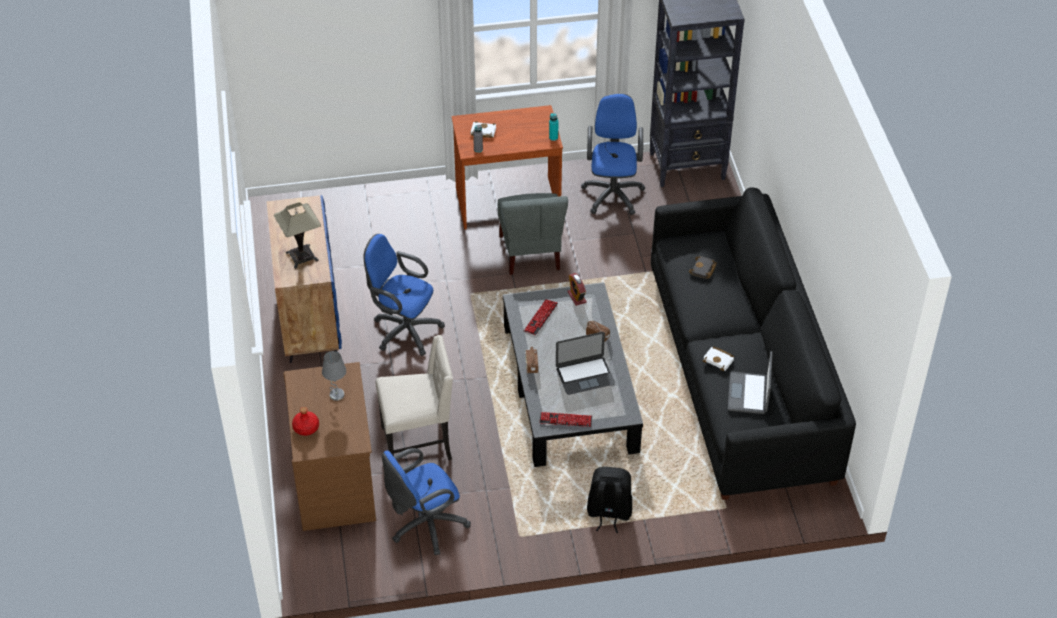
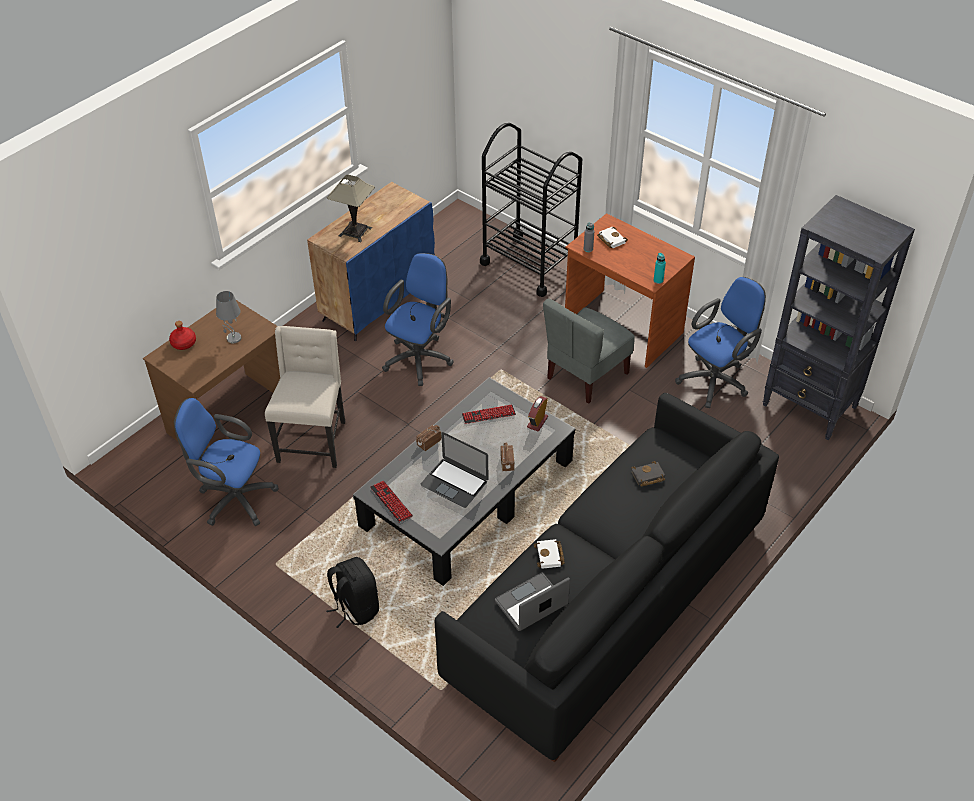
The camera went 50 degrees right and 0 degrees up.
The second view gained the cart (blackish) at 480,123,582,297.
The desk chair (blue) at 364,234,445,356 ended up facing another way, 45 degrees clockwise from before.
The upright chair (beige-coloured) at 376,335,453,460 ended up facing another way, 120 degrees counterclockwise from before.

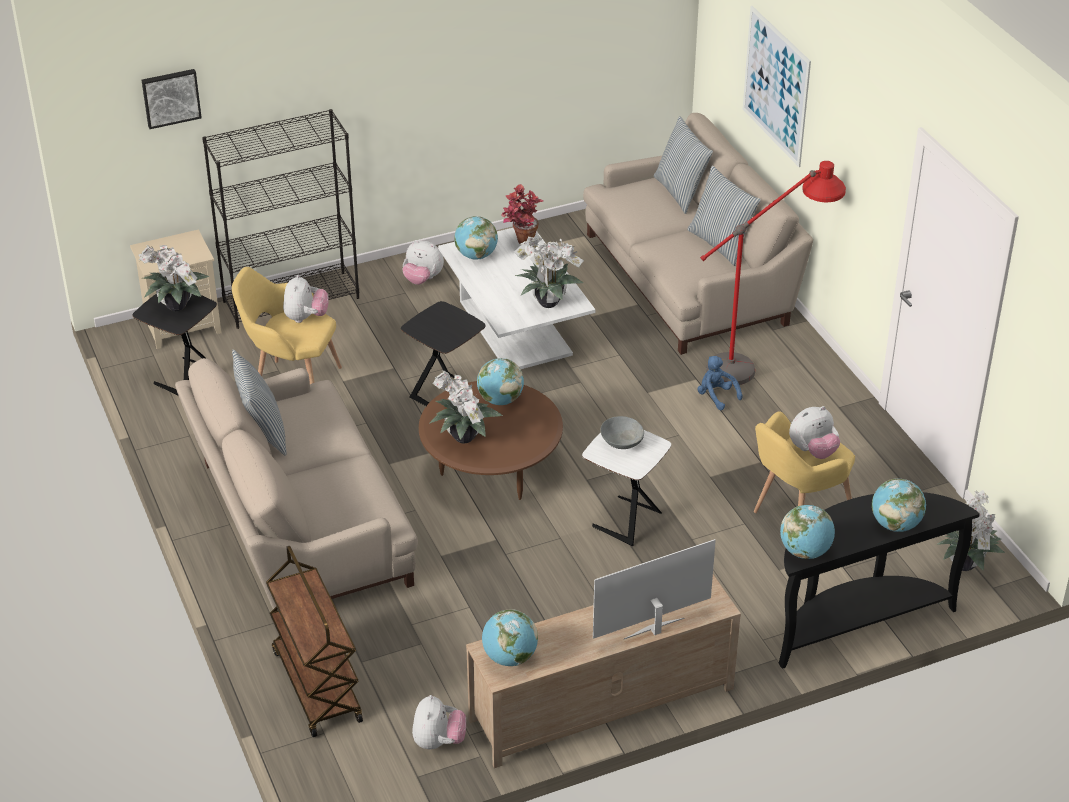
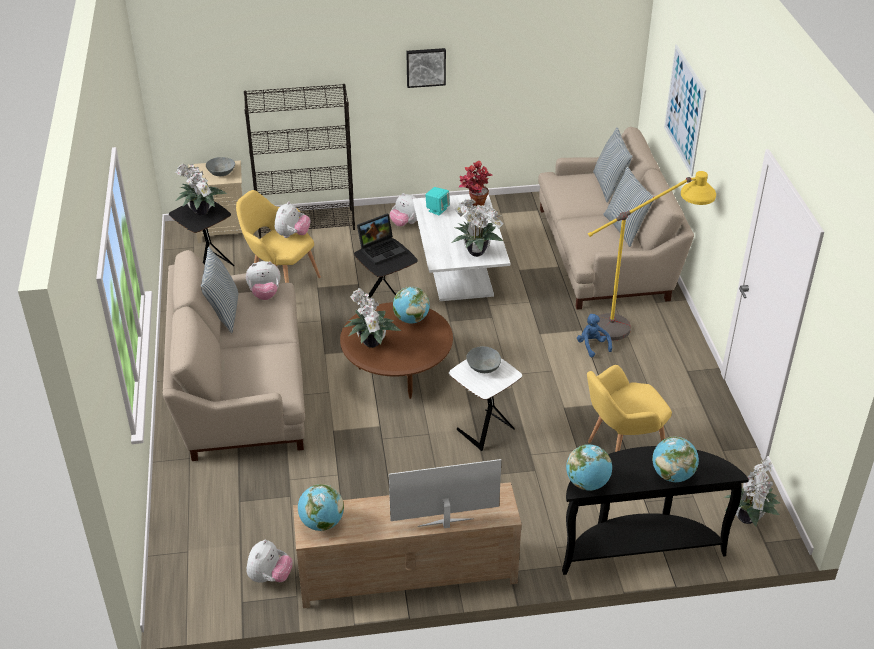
The camera went 15 degrees right and 0 degrees up.
The second view lost the cart (brown) at 266,546,363,737.
The second view gained the serving bowl (gray) at 206,157,235,176.
The second view gained the notebook computer at 357,214,406,265.
The wall art ended up elsewhere, having gone from 142,69,202,129 to 406,48,446,88.
The plush toy ended up elsewhere, having gone from 789,406,840,459 to 246,261,280,300.
Where the desk globe stood at 454,216,498,260, the audio speaker (turquoise) came to stand at 425,187,450,216.
What was the standard lamp (red) at 700,161,846,386 turned into the standard lamp (yellowish) at 588,171,716,340.

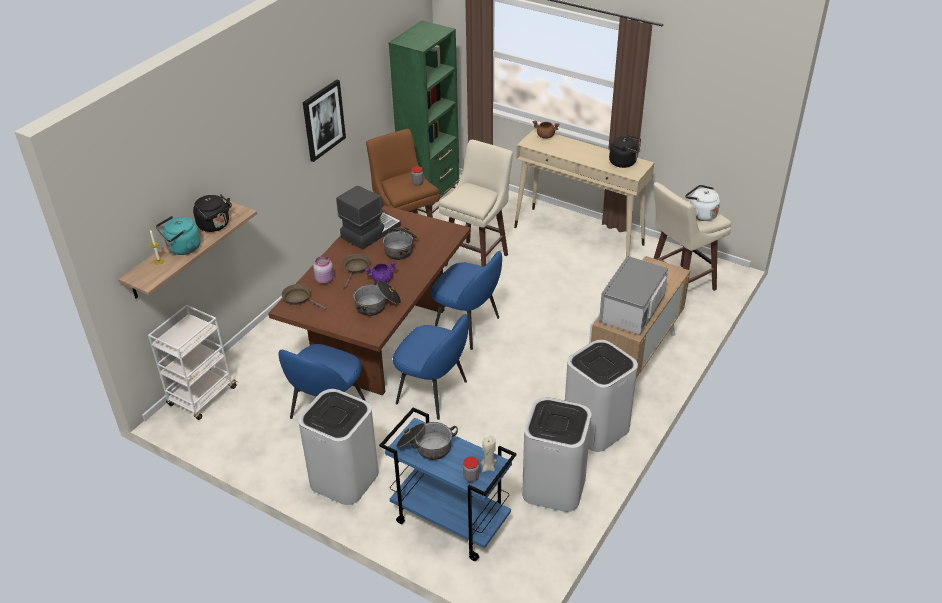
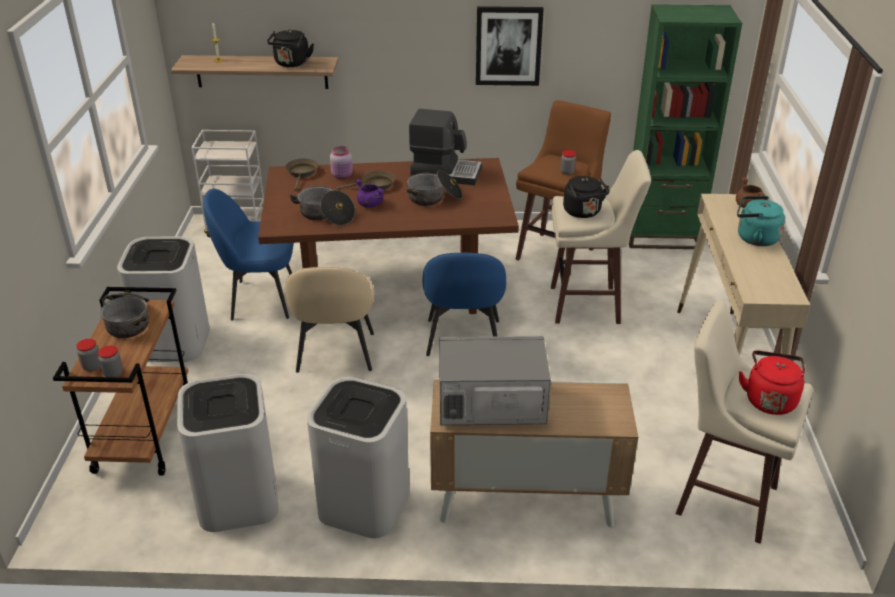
The camera went 60 degrees right and 5 degrees down.
The water kettle (turquoise) ended up elsewhere, having gone from 156,216,200,255 to 737,196,785,246.
The water kettle (blackish) ended up elsewhere, having gone from 609,134,641,168 to 563,176,610,218.
Where the wax candle (beige-coloured) stood at 481,435,497,473, the jar came to stand at 98,345,123,377.
What was the cart (blue) at 379,407,517,561 turned into the cart (brown) at 53,287,188,476.
What was the upright chair (blue) at 393,314,468,420 turned into the upright chair (beige-coloured) at 285,267,374,373.
What was the water kettle (whitish) at 685,185,720,221 turned into the water kettle (red) at 739,350,805,415.

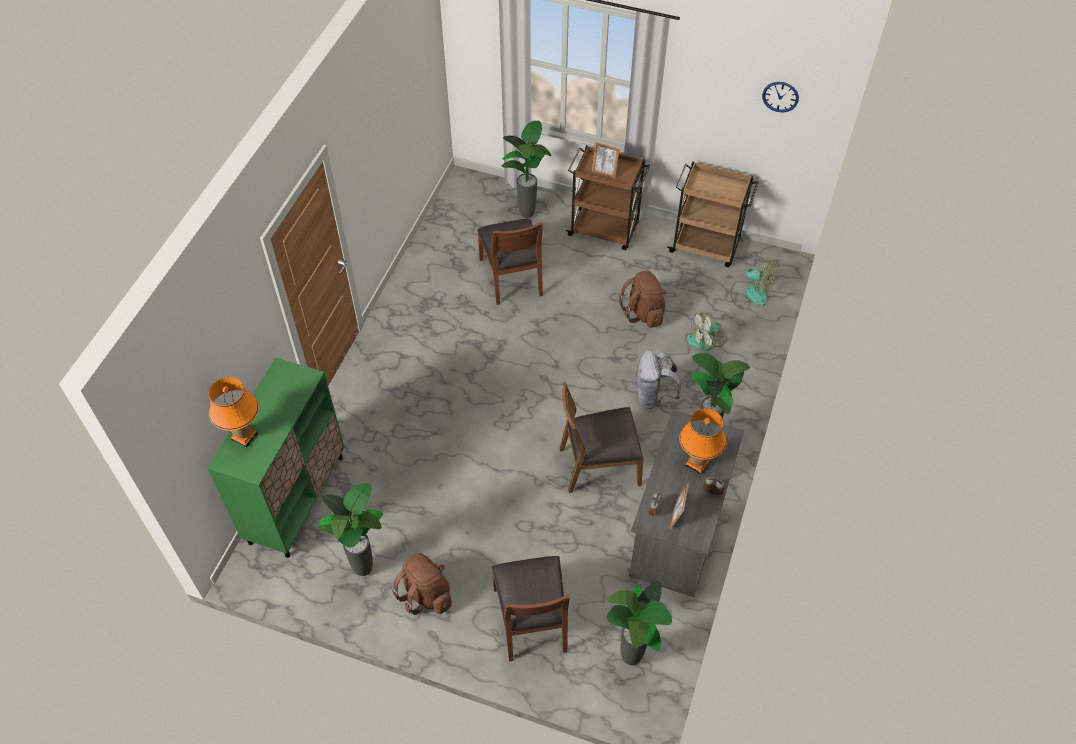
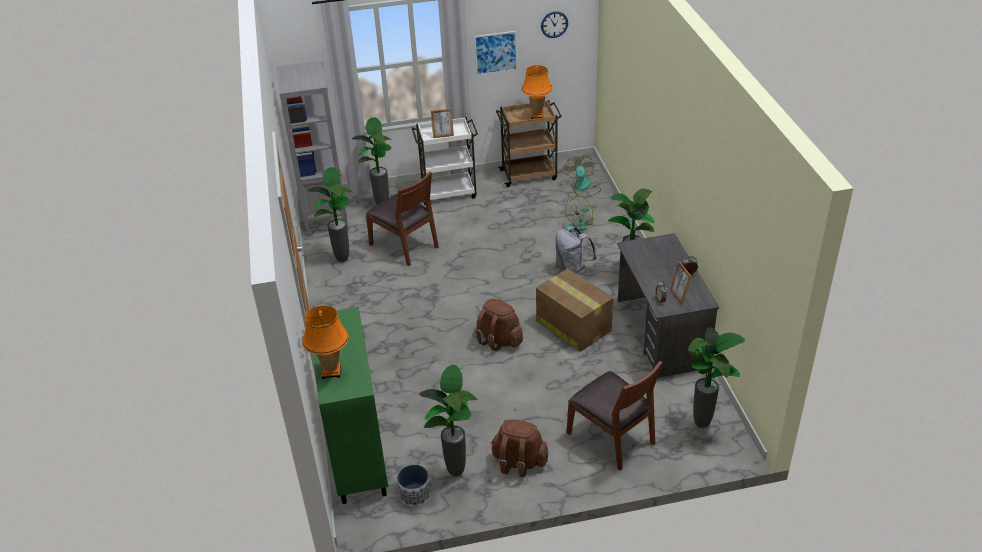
The camera went 30 degrees left and 15 degrees down.
The second view gained the bookshelf (gray) at 277,61,348,236.
The second view gained the plant in a pot at 307,167,353,262.
The second view gained the plant pot at 397,465,431,507.
The second view gained the wall art at 474,31,517,76.
The rucksack (brown) ended up elsewhere, having gone from 619,271,667,328 to 475,298,523,351.
The table lamp (orange-coloured) ended up elsewhere, having gone from 679,409,727,475 to 522,65,552,119.
Where the upright chair (brown) stood at 560,382,644,493, the packing box came to stand at 536,268,613,352.
What was the cart (brown) at 566,145,650,250 turned into the cart (whitish) at 412,117,478,206.
The cooling fan at 731,258,774,307 ended up facing another way, 90 degrees counterclockwise from before.

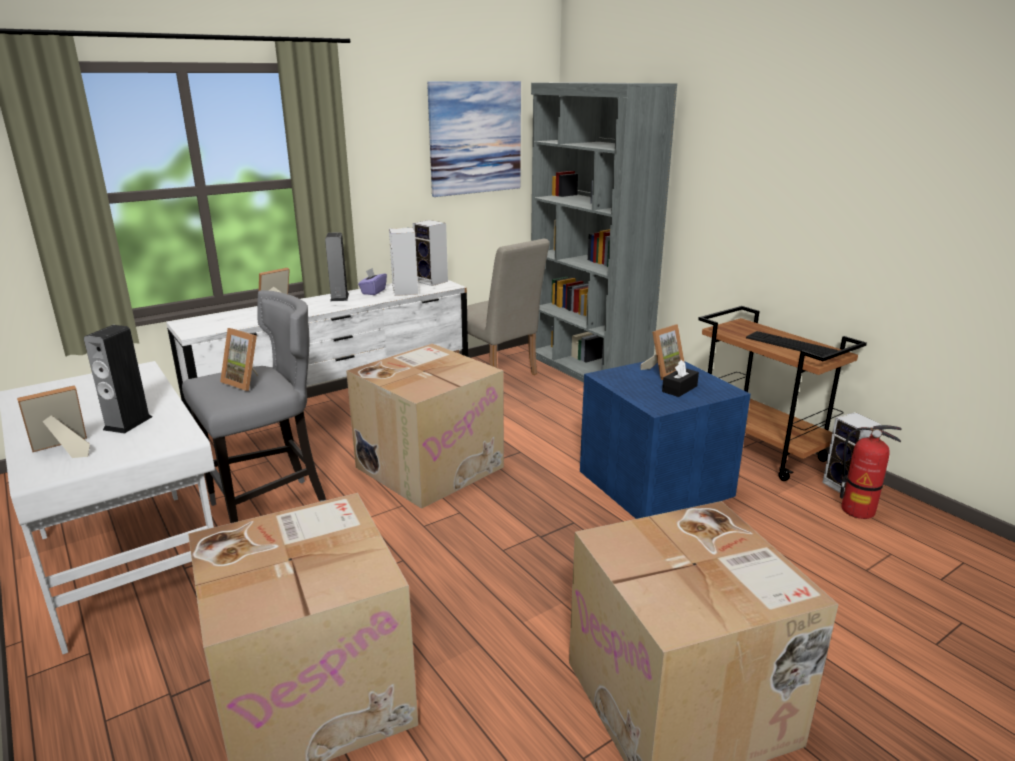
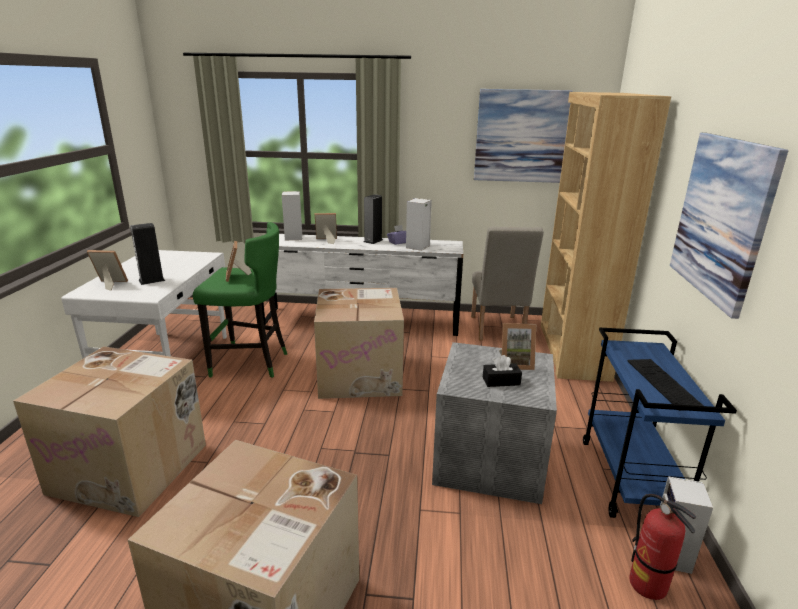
The camera went 40 degrees right and 0 degrees up.
The second view gained the wall art at 670,133,788,319.
The audio speaker ended up elsewhere, having gone from 413,220,448,286 to 282,191,302,240.
What was the stool seat (gray) at 182,290,326,523 turned into the stool seat (green) at 193,222,287,378.
What was the bookshelf (gray) at 531,82,677,383 turned into the bookshelf (brown) at 541,92,671,382.
What was the storage bin (blue) at 580,361,751,519 turned into the storage bin (gray) at 432,342,557,504.
What was the cart (brown) at 698,306,867,481 turned into the cart (blue) at 583,328,737,518.

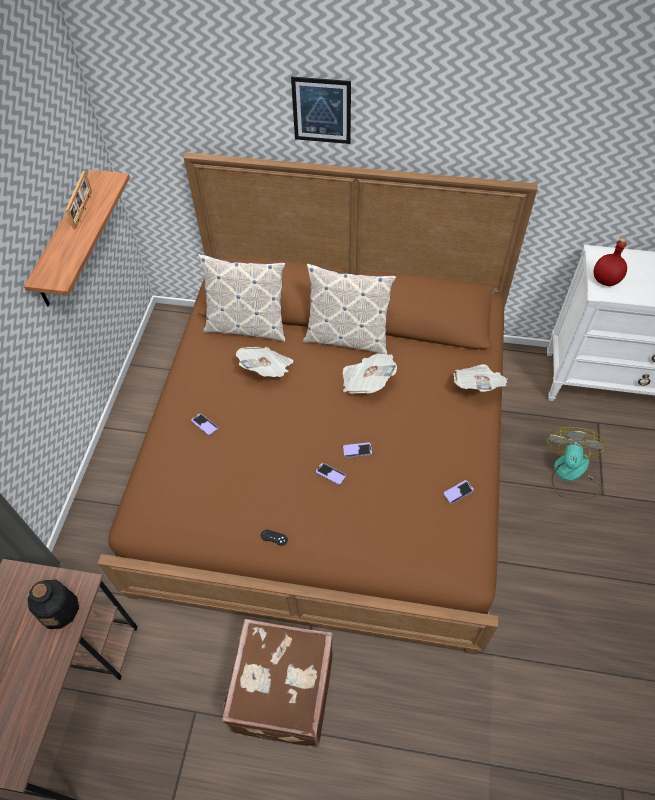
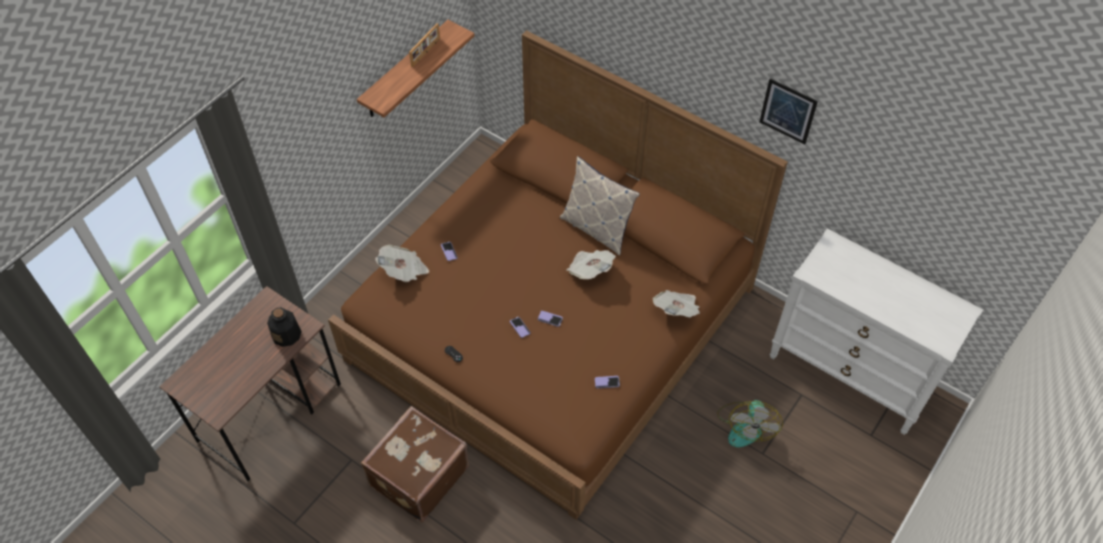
The camera went 25 degrees right and 0 degrees up.
The second view lost the pillow at 198,254,286,342.
The second view lost the drink bottle (red) at 594,238,627,286.
The printed paper ended up elsewhere, having gone from 236,347,294,377 to 375,245,429,282.
The wall art ended up elsewhere, having gone from 291,76,351,144 to 760,79,818,145.
The cooling fan at 546,427,606,500 ended up facing another way, 150 degrees clockwise from before.

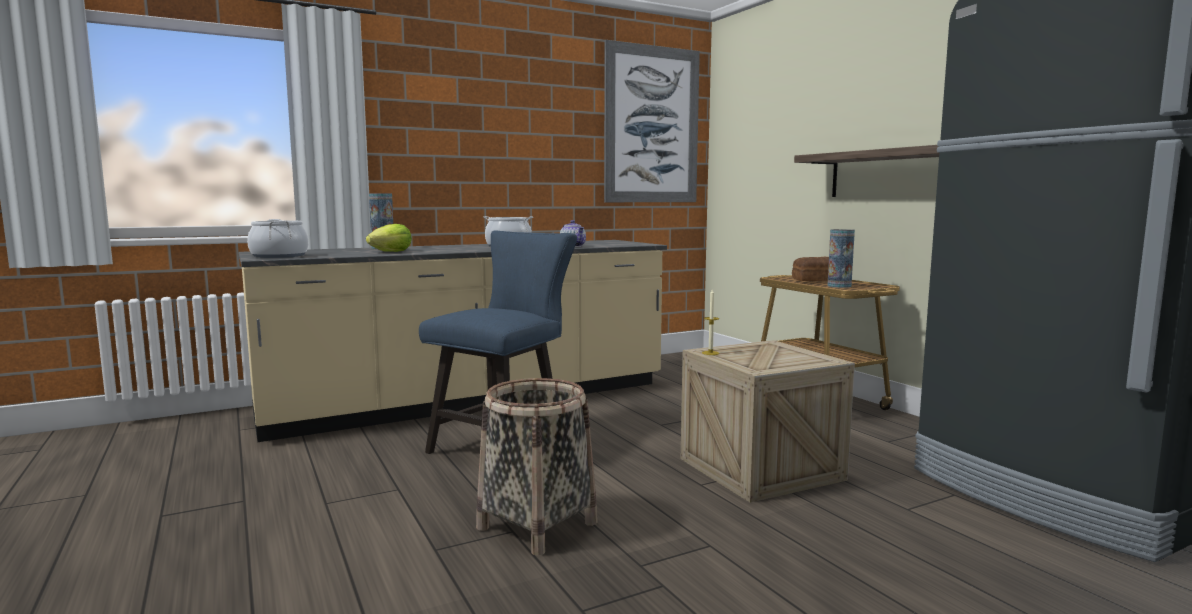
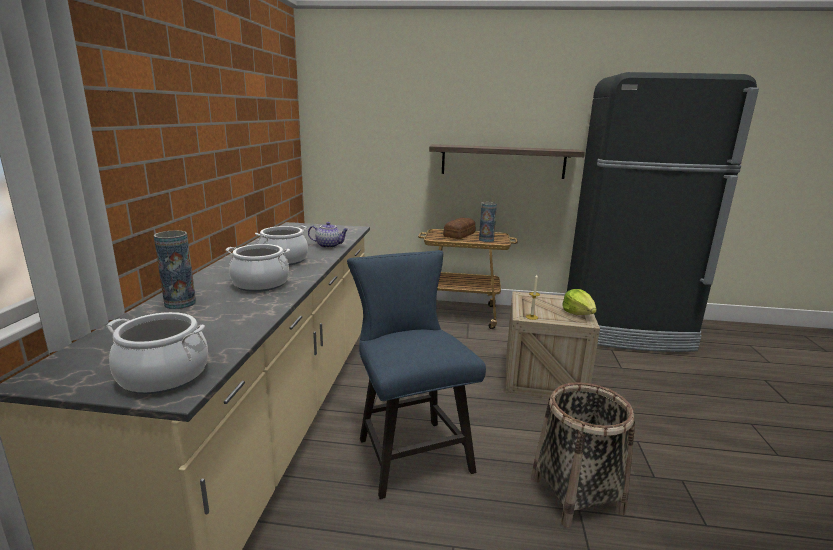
The camera went 55 degrees left and 10 degrees up.
The second view lost the wall art at 604,40,700,202.
The second view gained the cooking pot at 226,244,290,292.
The head of lettuce ended up elsewhere, having gone from 366,224,412,252 to 563,289,597,315.

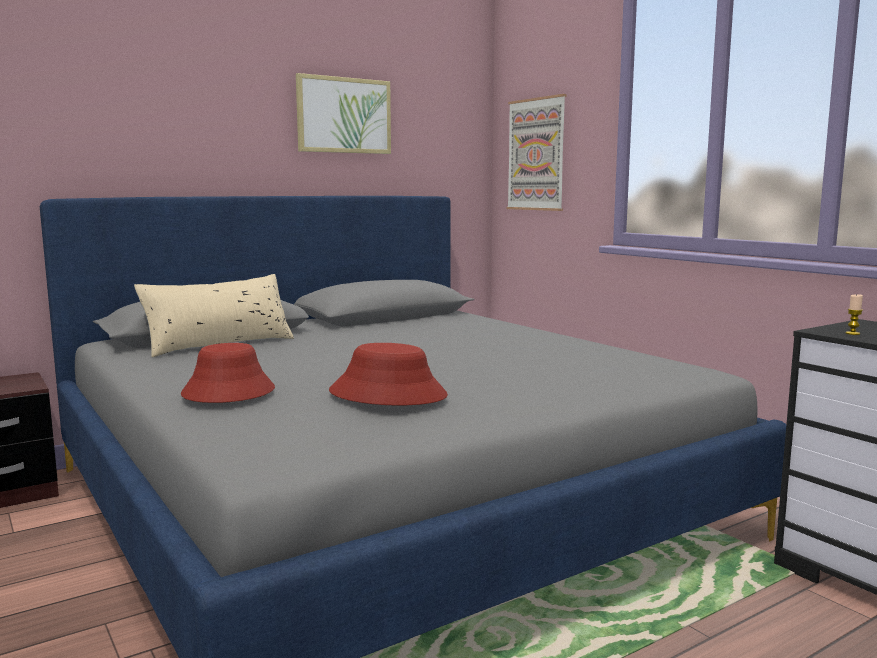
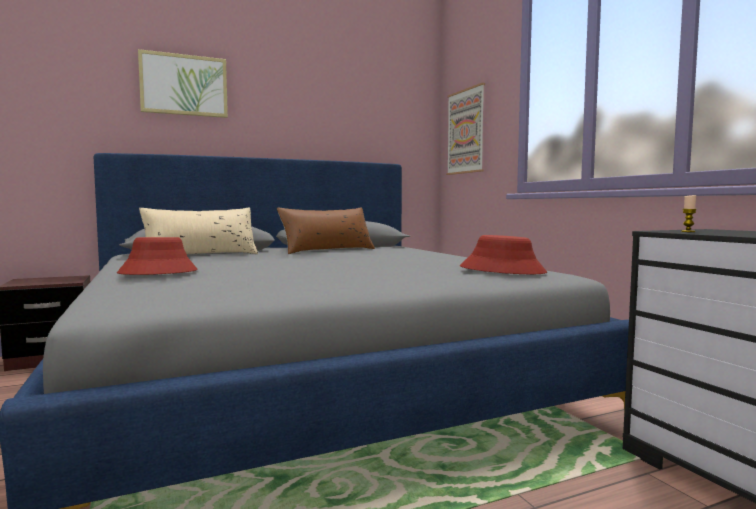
The camera went 10 degrees right and 5 degrees down.
The second view gained the pillow (brown) at 277,207,375,254.
The wall art ended up elsewhere, having gone from 296,73,391,154 to 138,49,228,118.
The hat (red) ended up elsewhere, having gone from 329,343,448,406 to 460,235,547,274.

